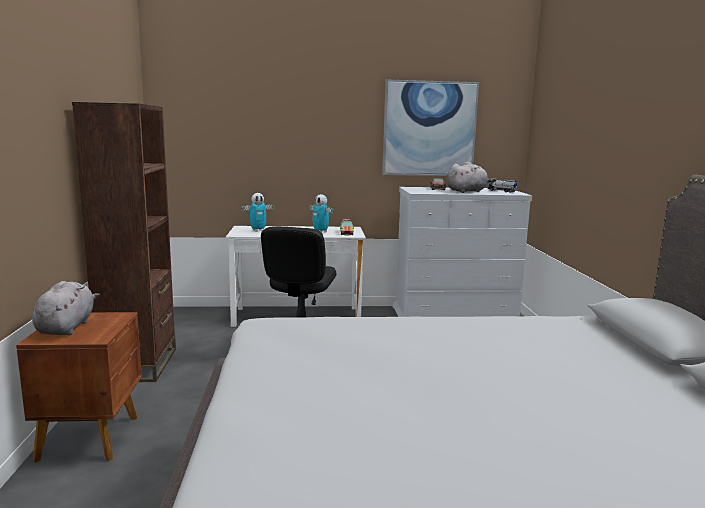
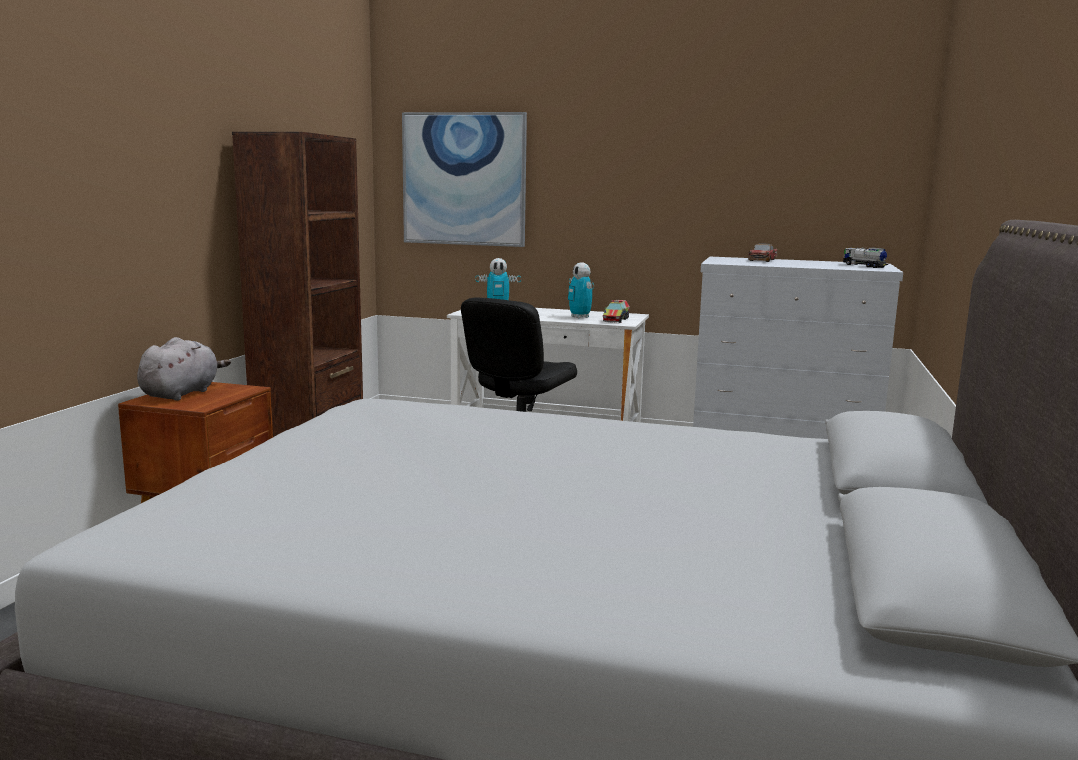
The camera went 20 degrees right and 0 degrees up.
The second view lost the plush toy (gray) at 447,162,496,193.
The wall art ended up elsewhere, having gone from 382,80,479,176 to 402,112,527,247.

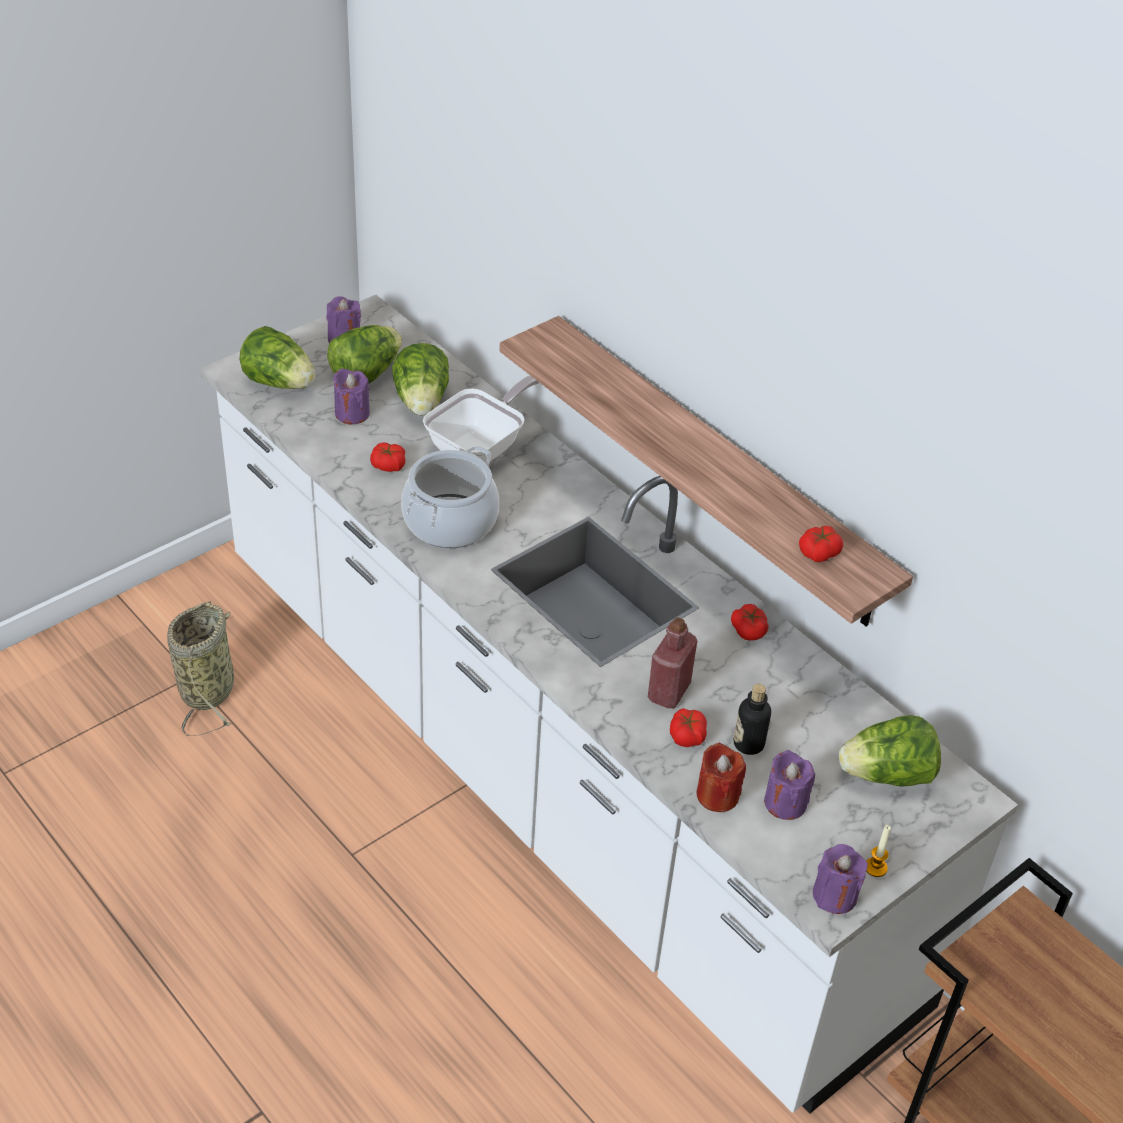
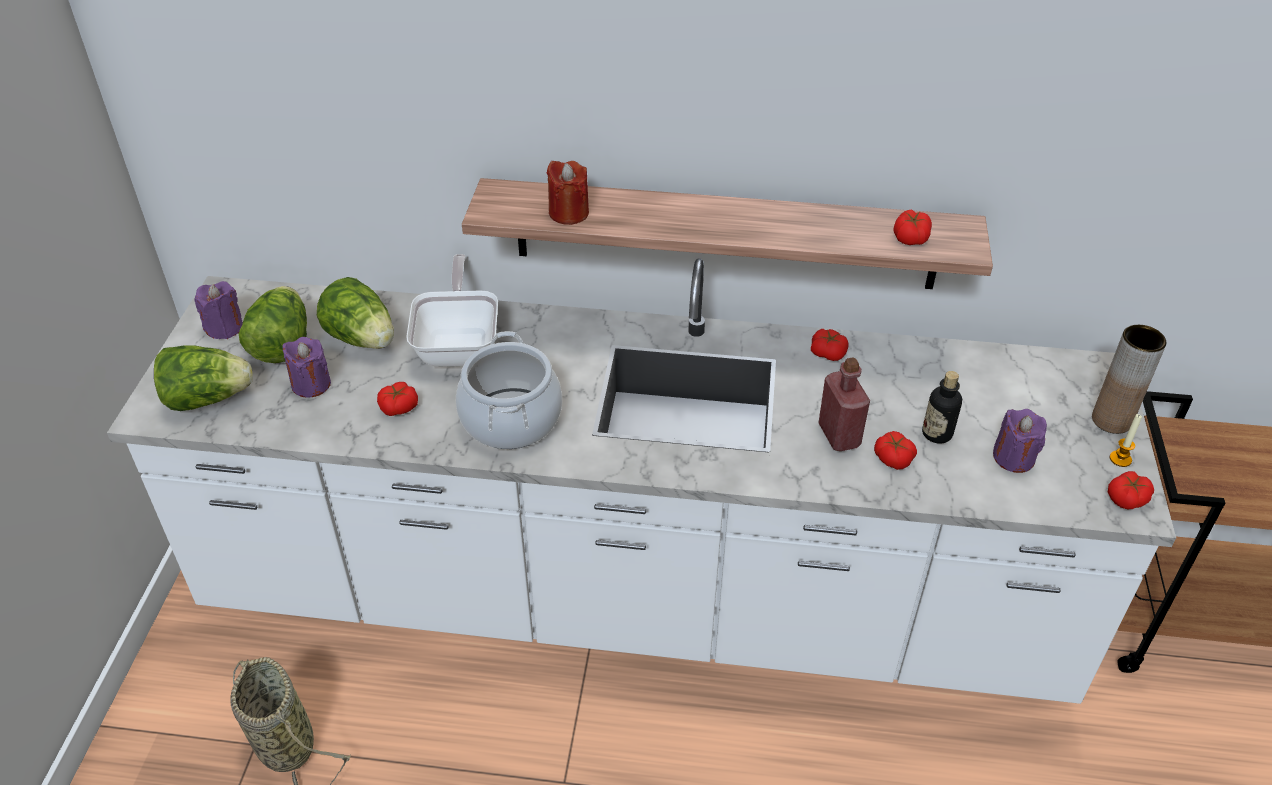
The camera went 40 degrees left and 0 degrees up.
The second view lost the head of lettuce at 839,715,941,787.
The second view gained the vase (brown) at 1092,325,1166,434.
The wax candle (red) ended up elsewhere, having gone from 697,743,746,812 to 546,161,589,225.
Where the wax candle (purple) stood at 812,844,868,914, the tomato came to stand at 1108,471,1154,509.

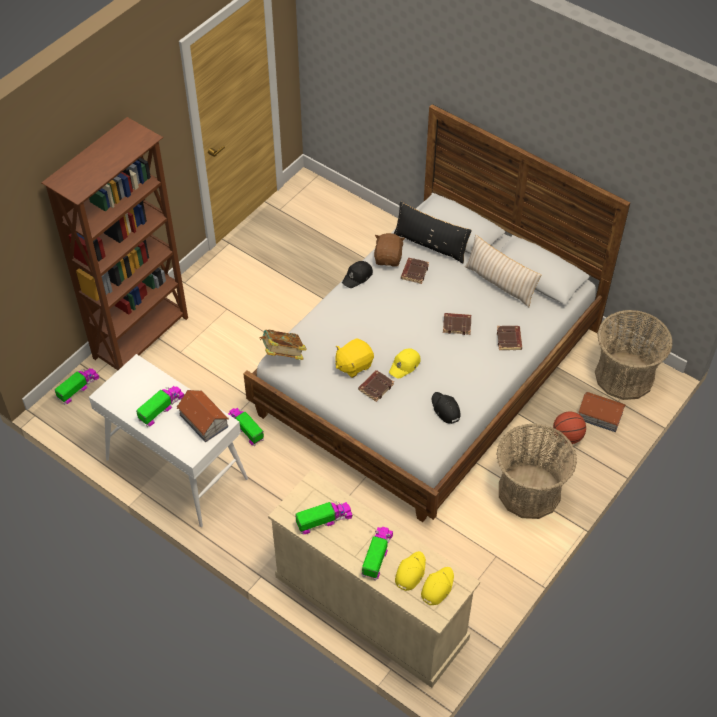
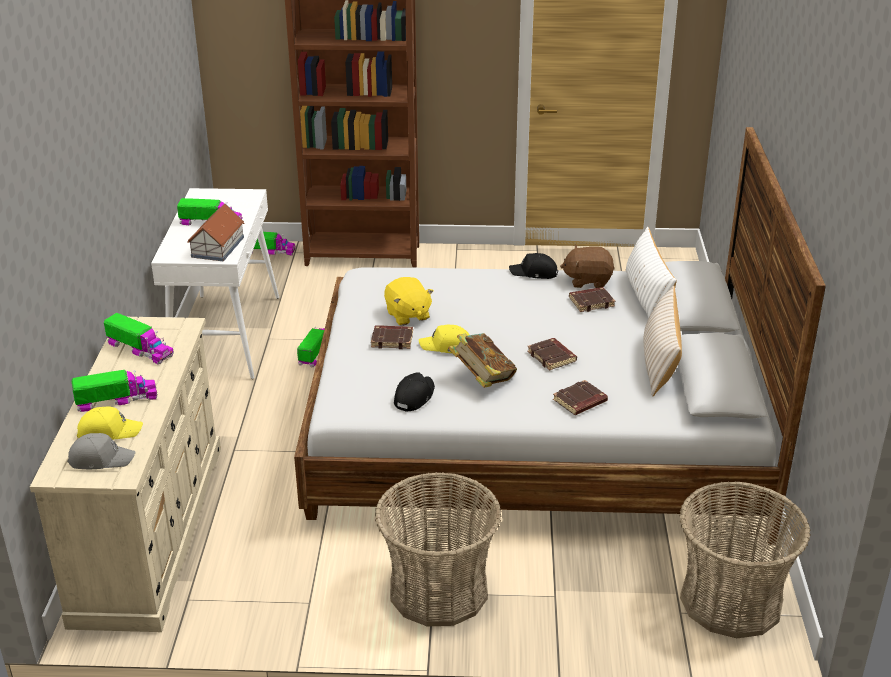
The camera went 55 degrees right and 20 degrees down.
The second view lost the basketball ball at 553,411,586,444.
The second view lost the model house at 578,392,626,432.
The book ended up elsewhere, having gone from 260,330,306,360 to 448,333,517,388.
What was the pillow (blackish) at 394,201,472,263 turned into the pillow (whitish) at 625,227,677,319.
What was the cap (yellowish) at 421,567,454,605 turned into the cap (gray) at 67,433,135,469.
The plush toy (yellowish) at 335,339,374,378 ended up facing another way, 135 degrees counterclockwise from before.
The plush toy (brown) at 374,233,405,267 ended up facing another way, 150 degrees counterclockwise from before.

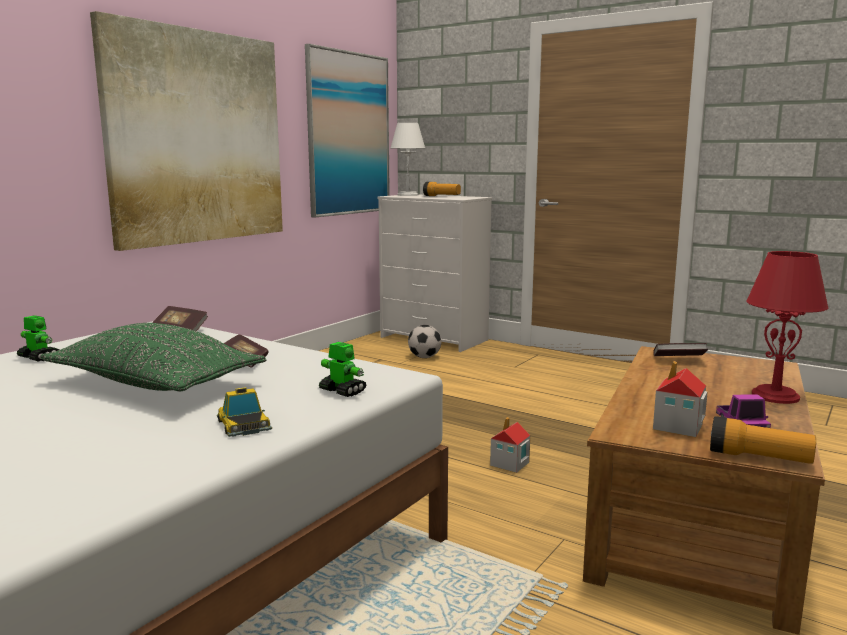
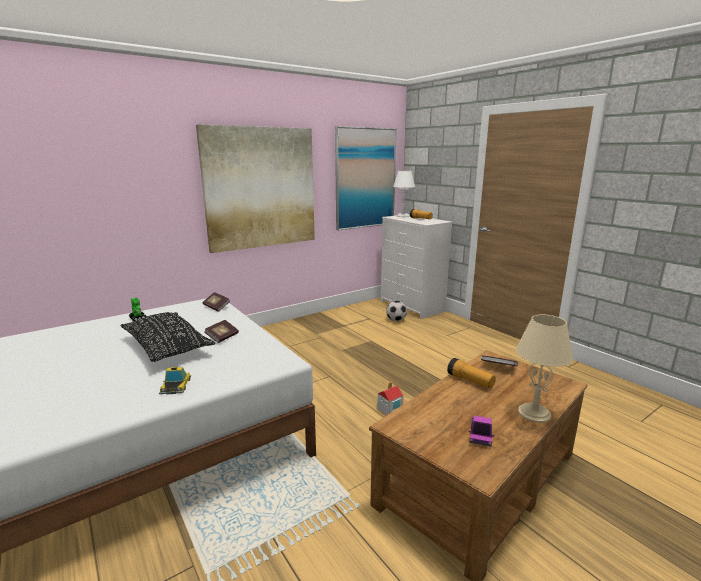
The camera went 20 degrees right and 5 degrees up.
The second view lost the model robot at 319,342,367,397.
The second view lost the model house at 653,361,708,437.
The torch ended up elsewhere, having gone from 710,416,816,464 to 447,358,496,389.
What was the pillow (green) at 40,323,266,391 turned into the pillow (blackish) at 121,312,215,362.
What was the table lamp (red) at 747,251,828,404 turned into the table lamp (beige-coloured) at 516,314,573,423.

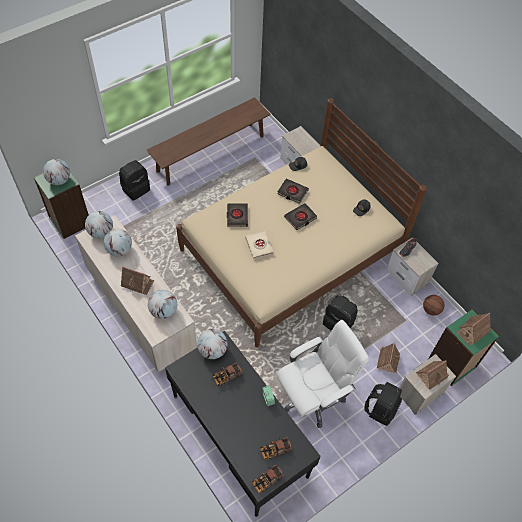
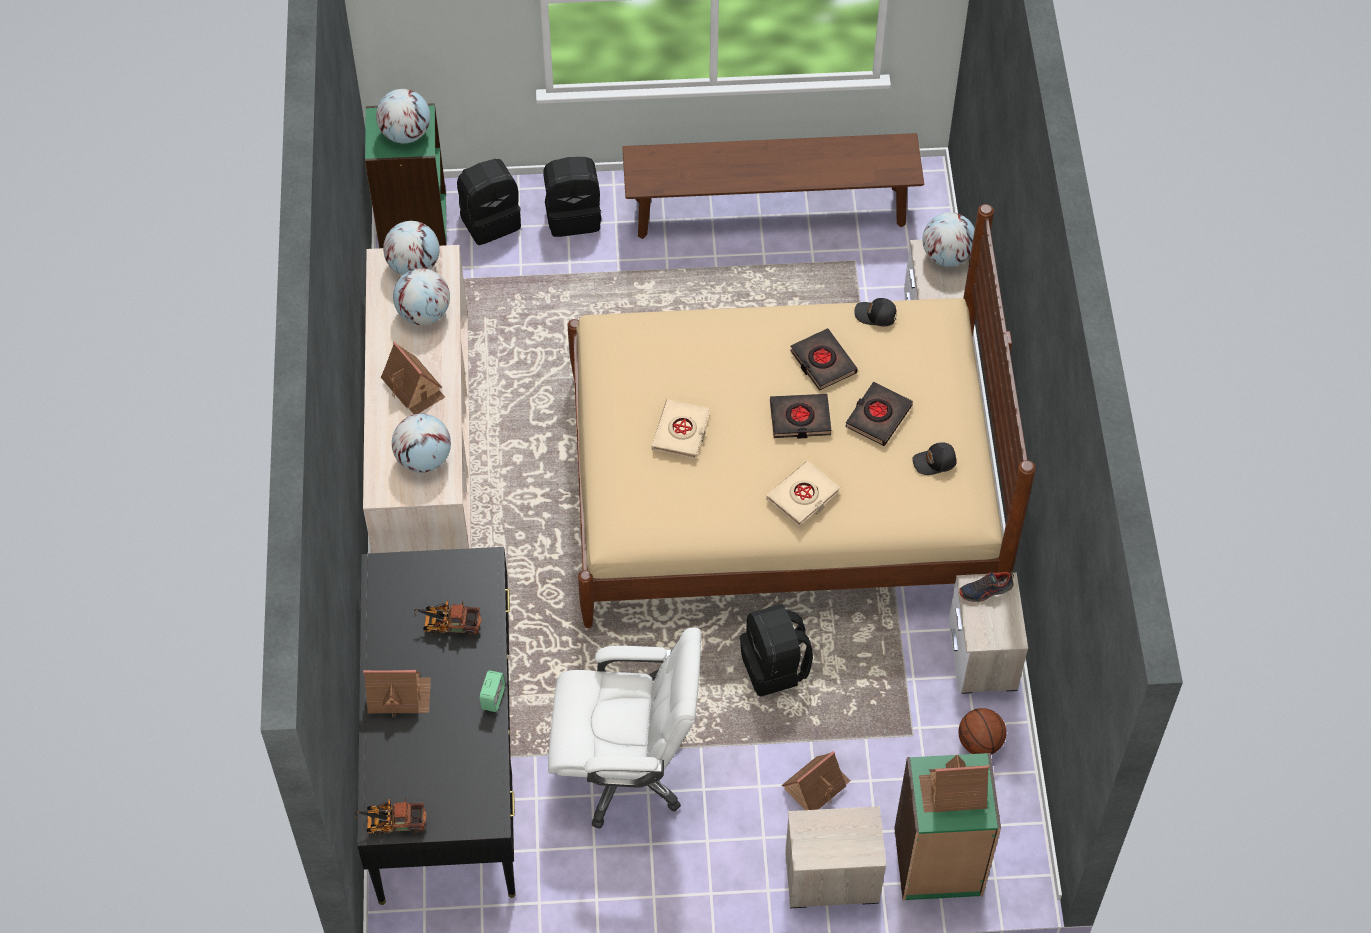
The camera went 35 degrees right and 0 degrees up.
The second view lost the toy lorry at 258,437,292,460.
The second view gained the book (beige-coloured) at 766,461,840,527.
The desk globe ended up elsewhere, having gone from 197,329,227,359 to 922,212,975,267.
The book (blackish) ended up elsewhere, having gone from 227,203,248,227 to 845,382,913,446.
The rucksack (blackish) ended up elsewhere, having gone from 364,382,402,426 to 457,159,521,245.
The model house ended up elsewhere, having gone from 416,360,449,389 to 363,670,431,718.

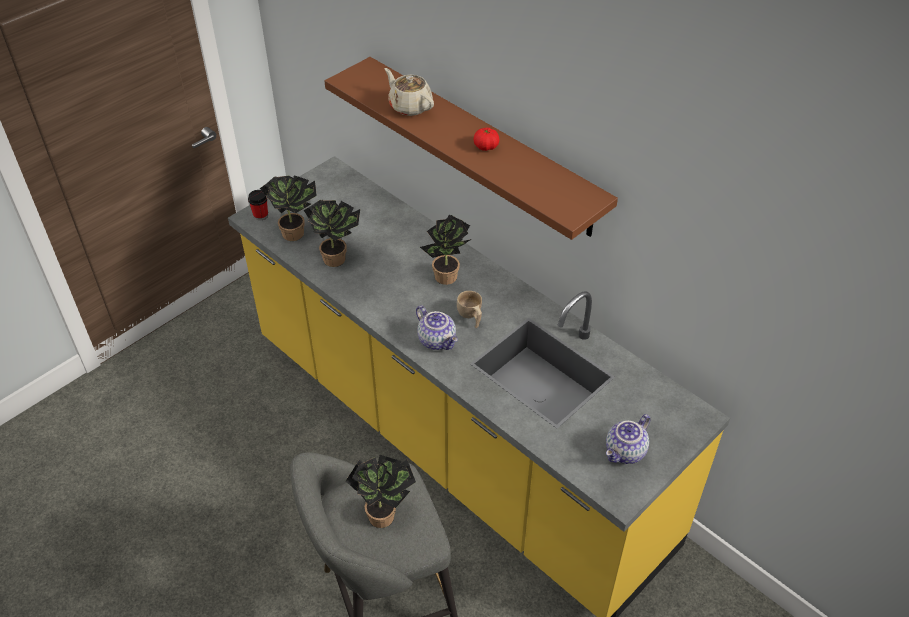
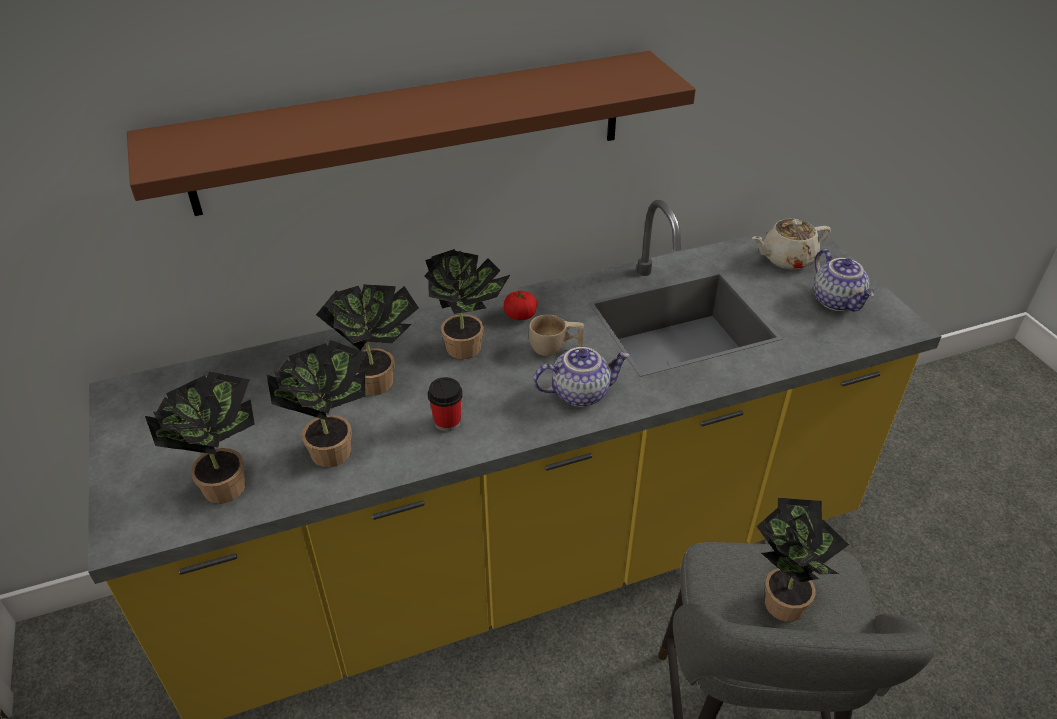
The camera went 65 degrees left and 5 degrees down.
The second view gained the plant in a pot at 316,284,419,396.
The drinking cup ended up elsewhere, having gone from 248,190,268,221 to 428,377,463,432.
The pot for tea (beige-coloured) ended up elsewhere, having gone from 385,68,434,116 to 752,218,831,269.
The tomato ended up elsewhere, having gone from 474,128,499,151 to 504,291,537,320.

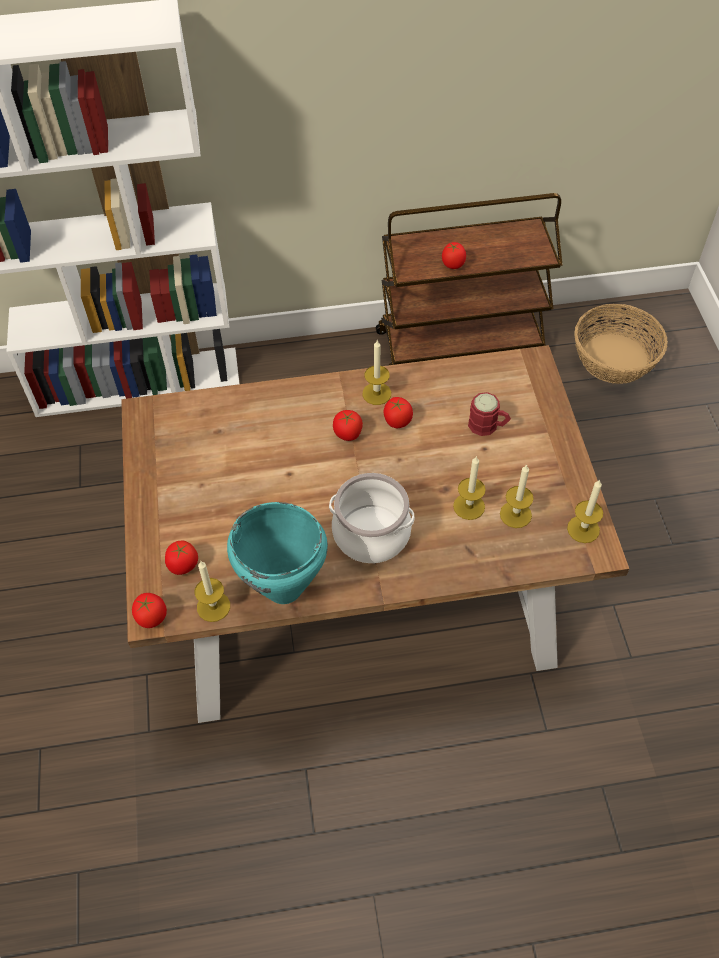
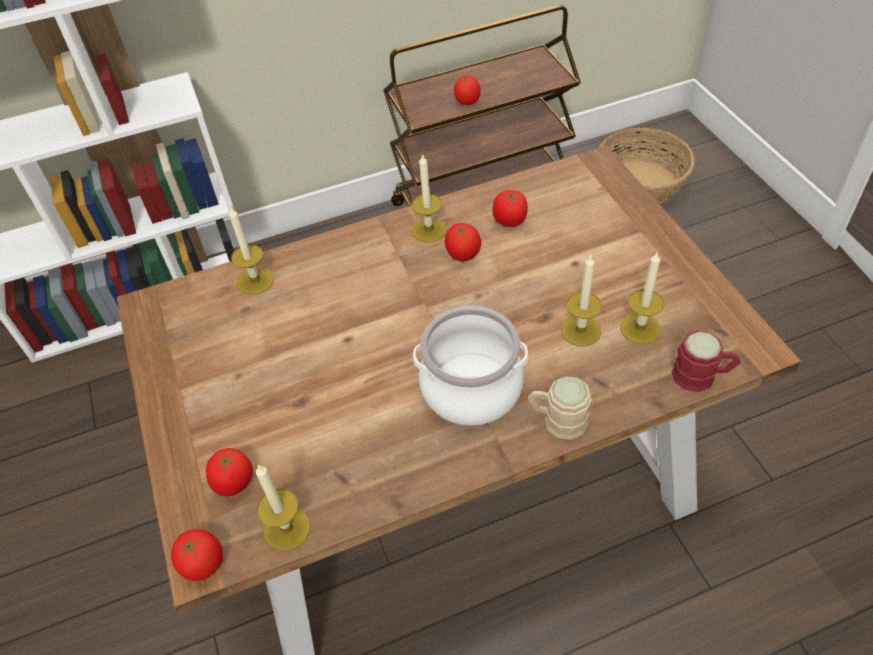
The camera went 10 degrees left and 5 degrees down.
The second view lost the cooking pot (turquoise) at 227,502,328,604.
The second view gained the coffee mug (beige-coloured) at 528,376,592,440.
The tomato ended up elsewhere, having gone from 333,410,363,441 to 492,190,528,227.
The coffee mug (red) ended up elsewhere, having gone from 468,392,511,436 to 671,330,741,392.
The wax candle ended up elsewhere, having gone from 567,479,603,543 to 229,206,274,295.

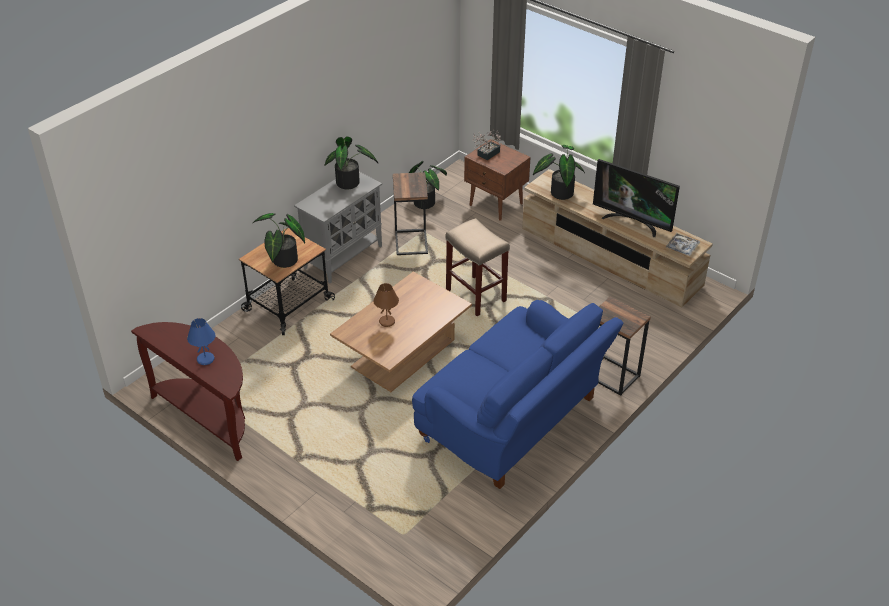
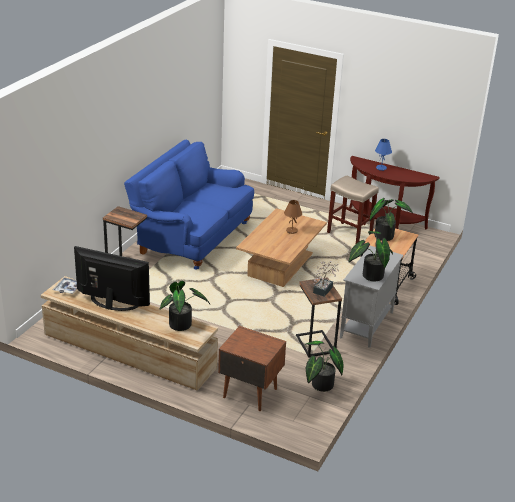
The camera went 165 degrees right and 10 degrees down.
The stool seat (beige-coloured) ended up elsewhere, having gone from 446,218,510,316 to 327,175,379,244.
The plant in a pot ended up elsewhere, having gone from 472,130,501,160 to 313,261,339,297.

